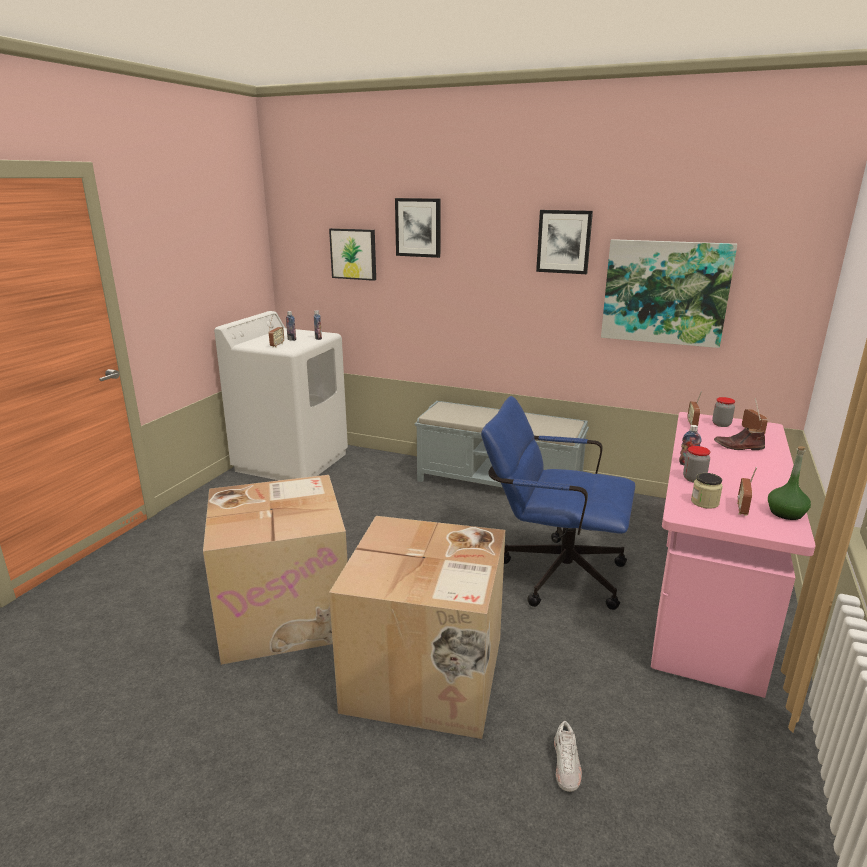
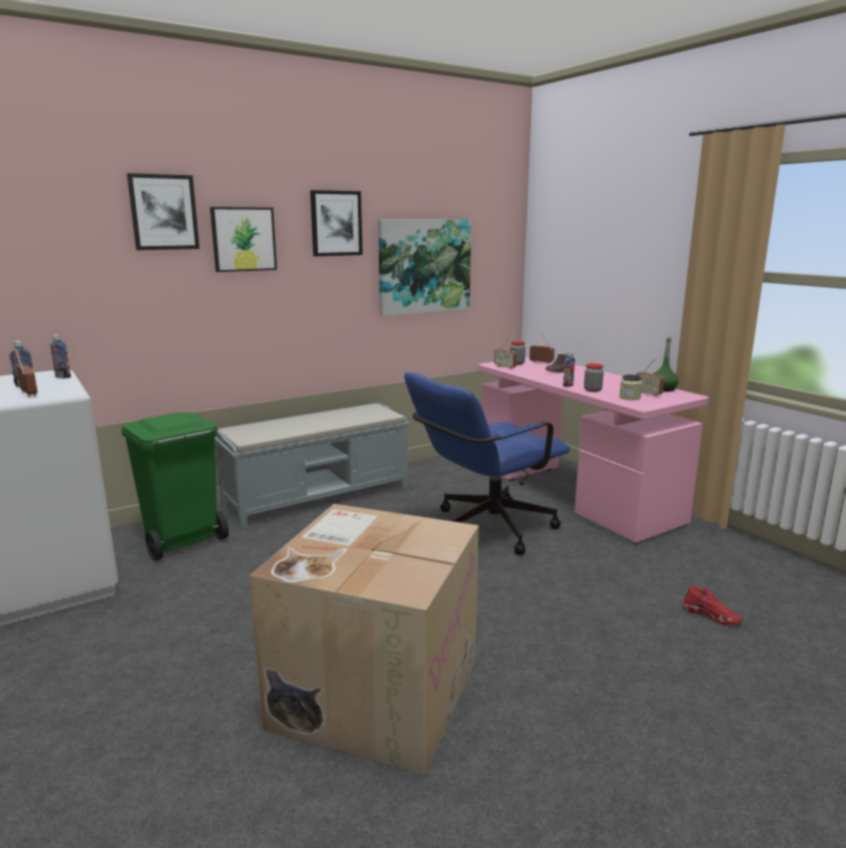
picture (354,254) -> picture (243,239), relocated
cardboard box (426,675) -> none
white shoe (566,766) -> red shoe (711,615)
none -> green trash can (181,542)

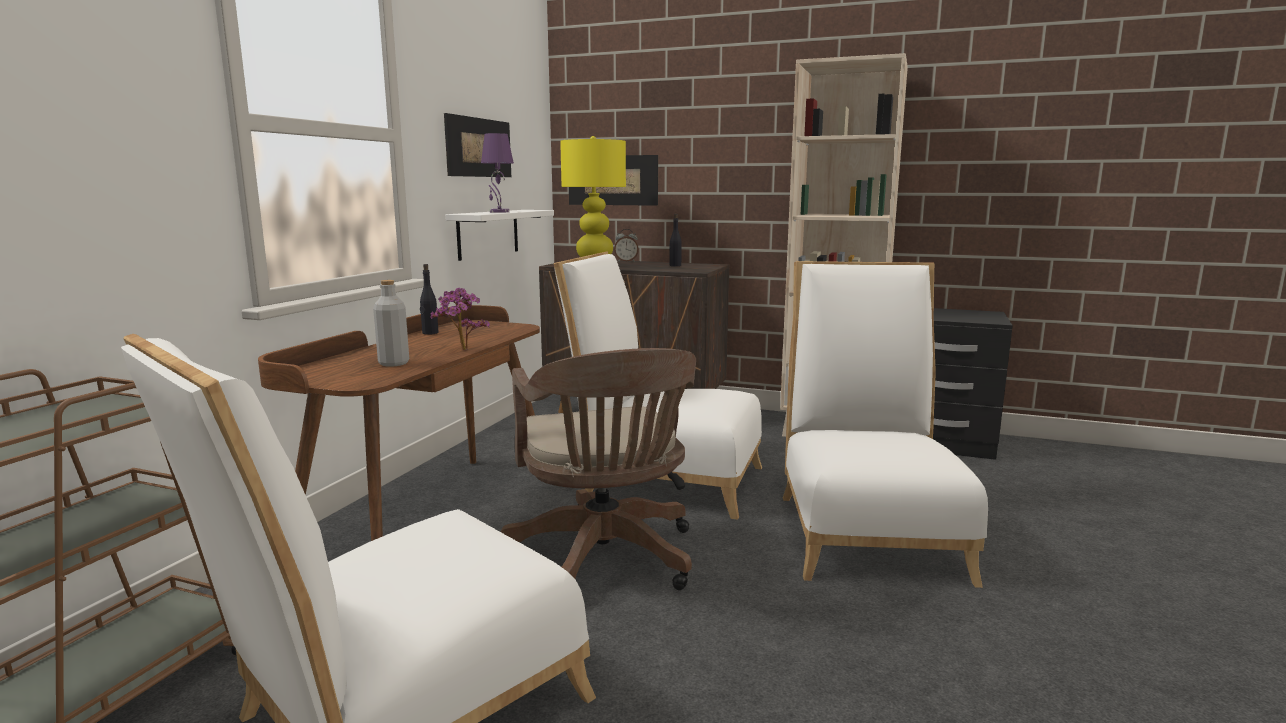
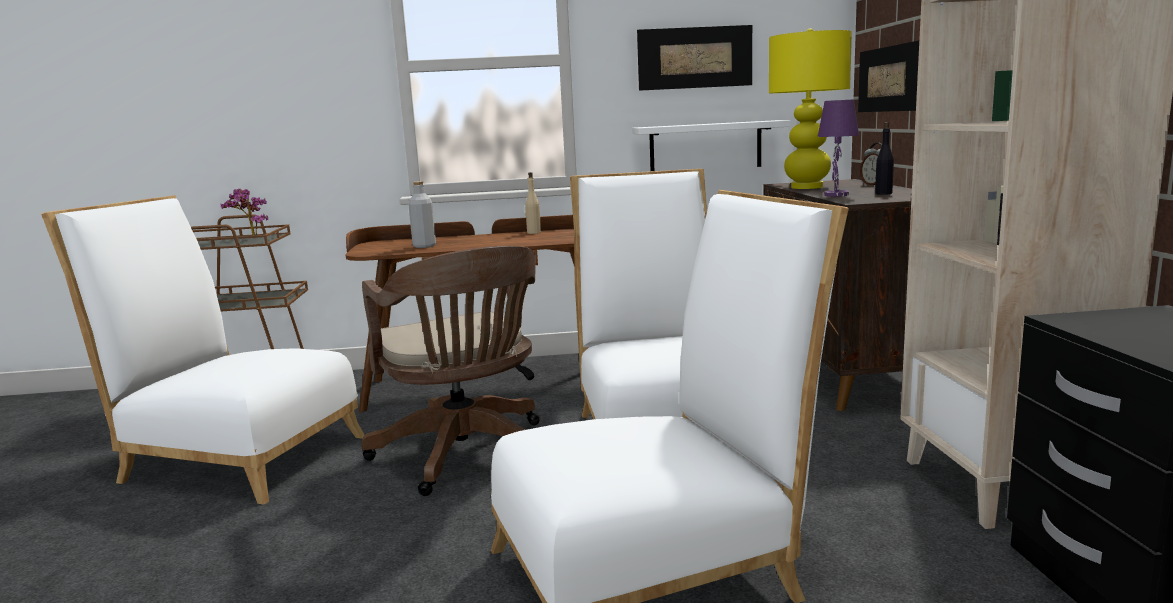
purple table lamp (498,212) -> purple table lamp (835,195), relocated
black bottle (430,333) -> beige bottle (533,233)
potted plant (461,351) -> potted plant (251,238), relocated
brown office chair (606,561) -> brown office chair (466,455), 75 degrees counterclockwise

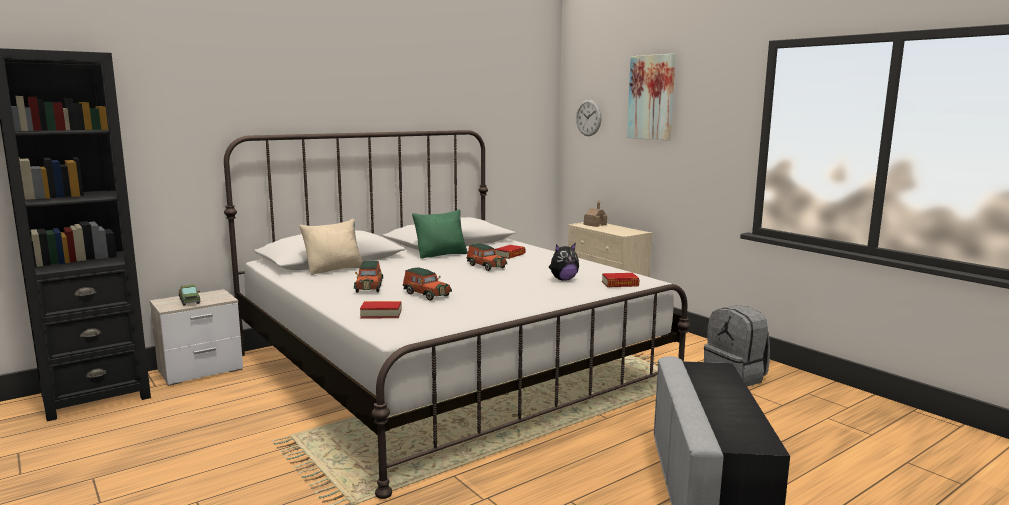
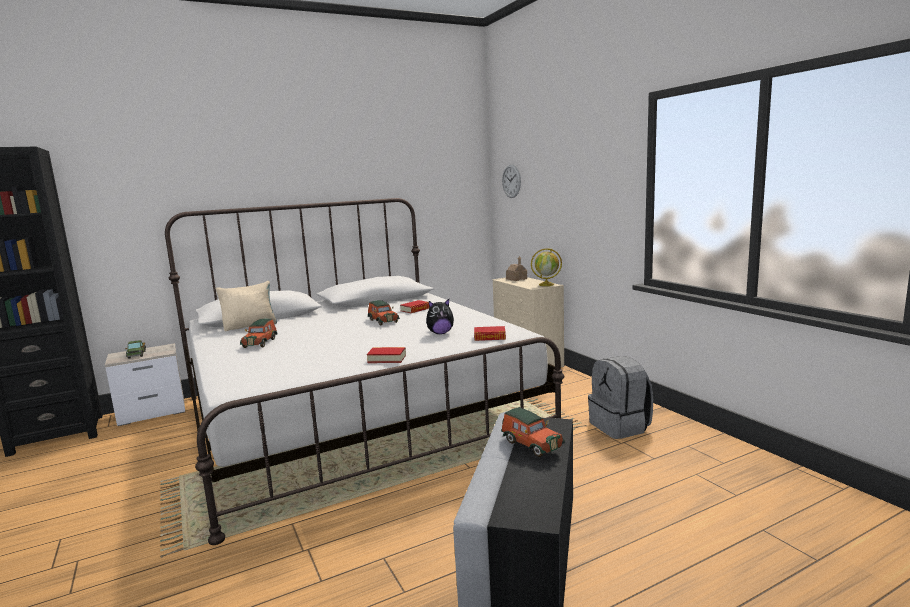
picture (651,97) -> none
green pillow (441,255) -> none
toy car (425,294) -> toy car (530,443), relocated
book (381,314) -> book (387,359), relocated
none -> globe (547,284)

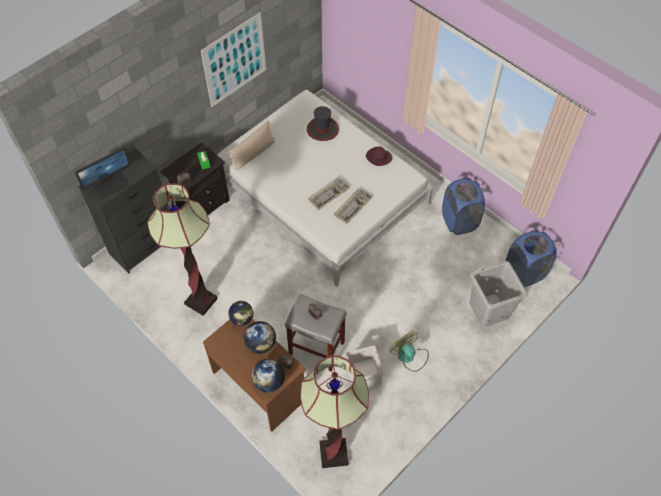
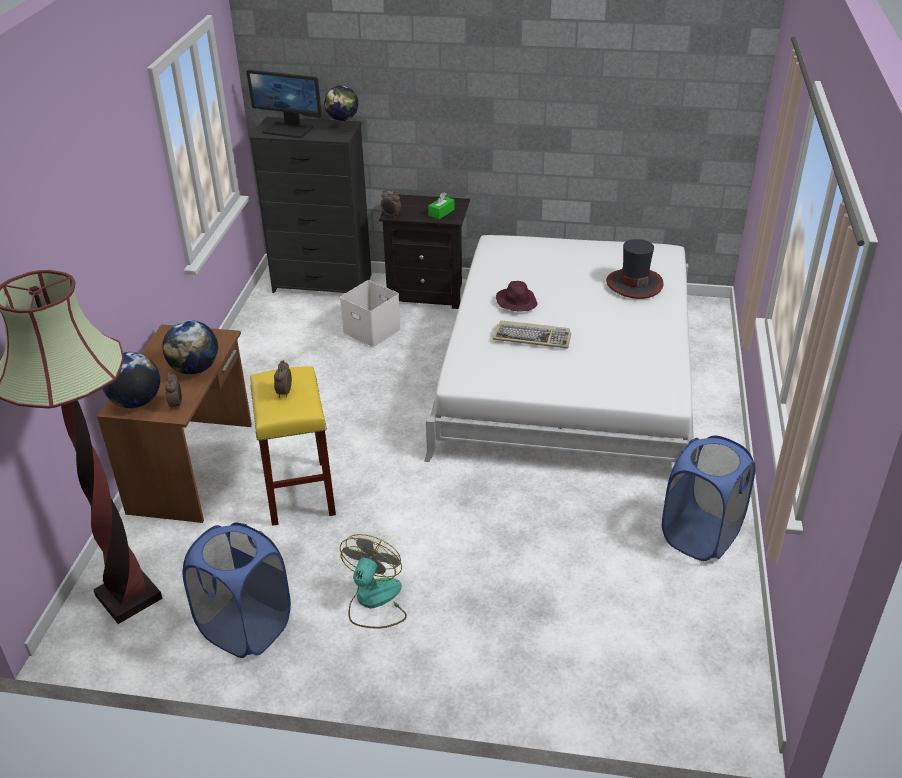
picture (235,60) -> none
beige pillow (254,153) -> none
purple hat (378,157) -> purple hat (516,302), relocated
floor lamp (201,301) -> none
keyboard (352,206) -> none
blue laundry basket (524,272) -> blue laundry basket (245,628), relocated
grey laundry basket (489,310) -> none
grey stool (317,348) -> yellow stool (300,493)
globe (242,322) -> globe (343,128), relocated
white storage box (364,373) -> white storage box (373,331), relocated

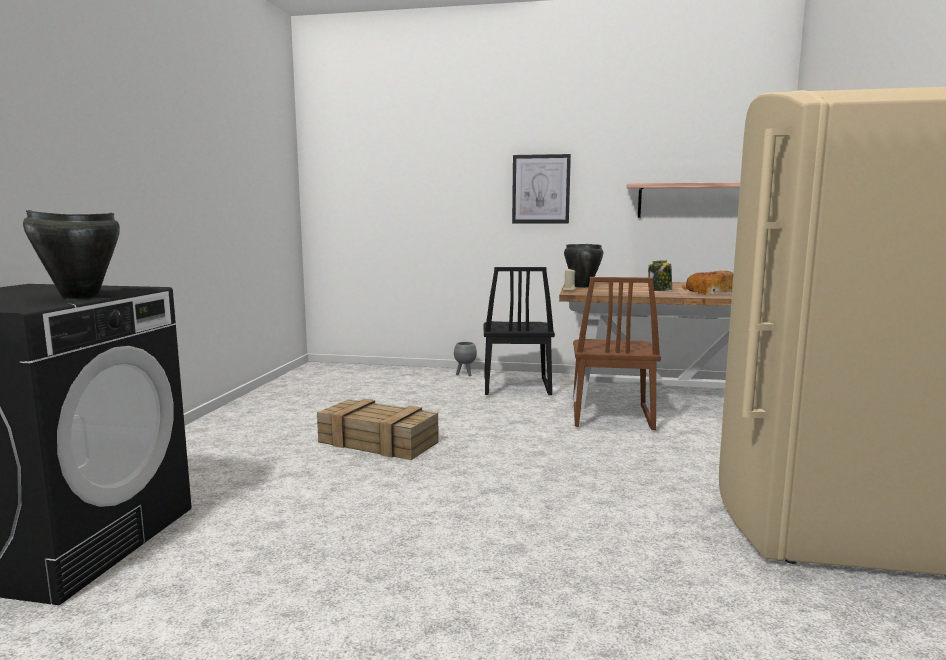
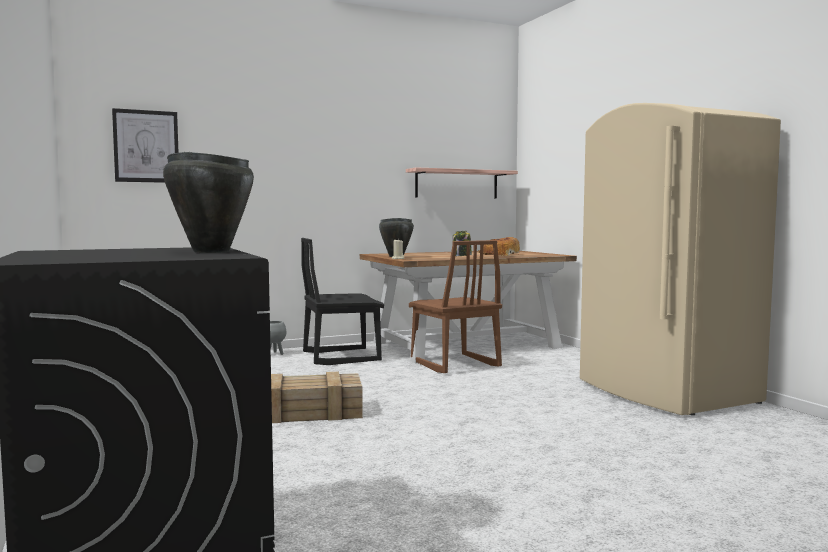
picture (541,189) -> picture (146,146), relocated
black chair (515,387) -> black chair (341,357), 105 degrees clockwise

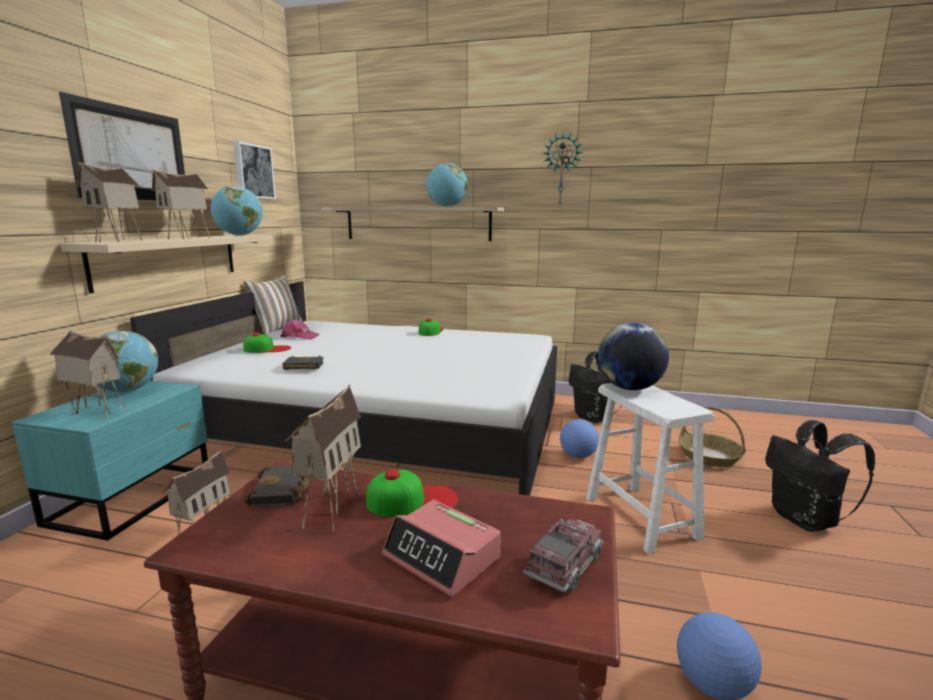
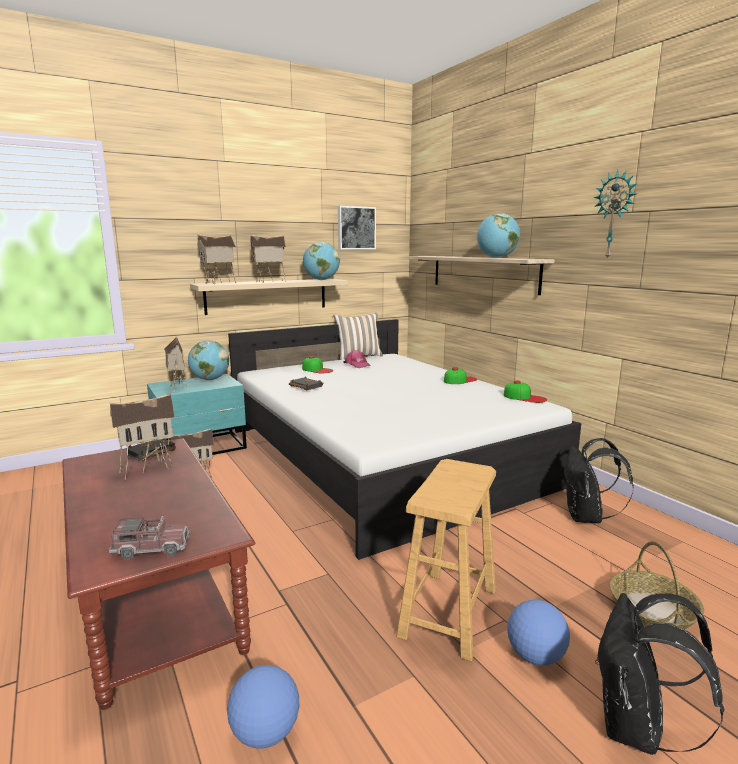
picture (131,154) -> none
globe (629,388) -> none
white stool (641,517) -> brown stool (449,612)
football (578,456) -> football (535,657), relocated
cap (412,501) -> cap (524,397), relocated
alarm clock (442,557) -> none

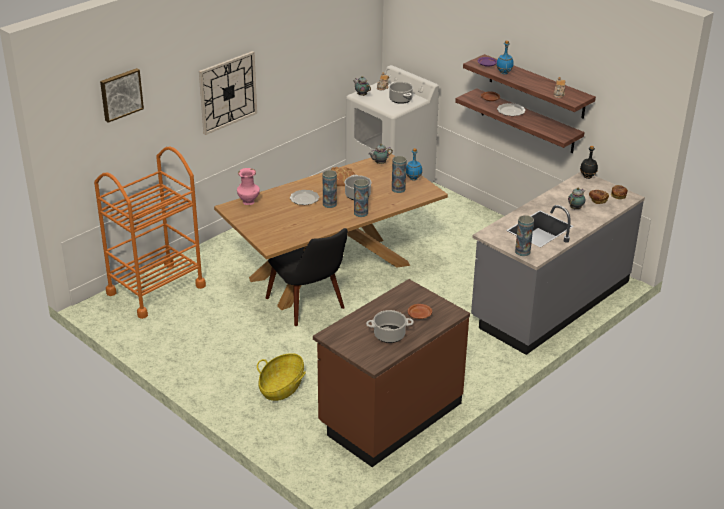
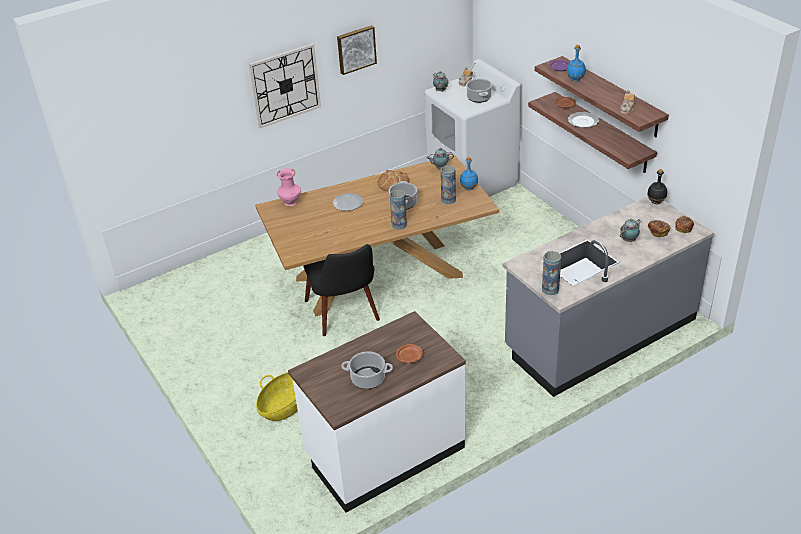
picture (120,94) -> picture (356,49), relocated
orange cart (156,289) -> none
vase (329,204) -> none
brown counter (389,415) -> white counter (384,452)

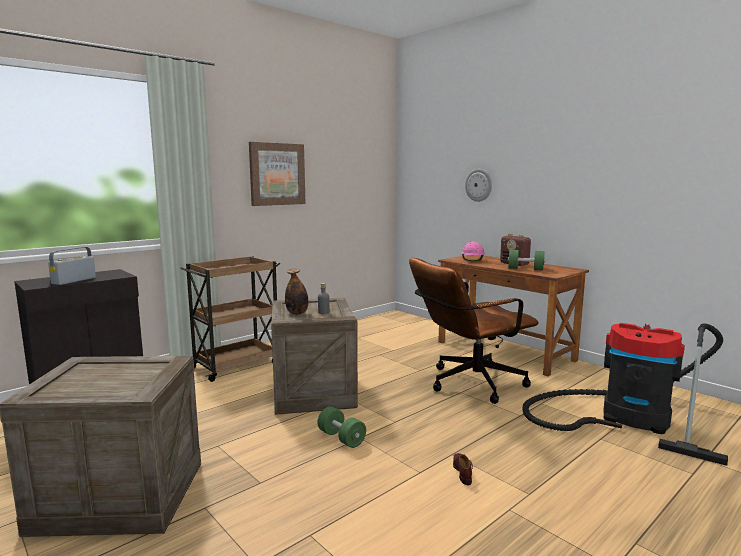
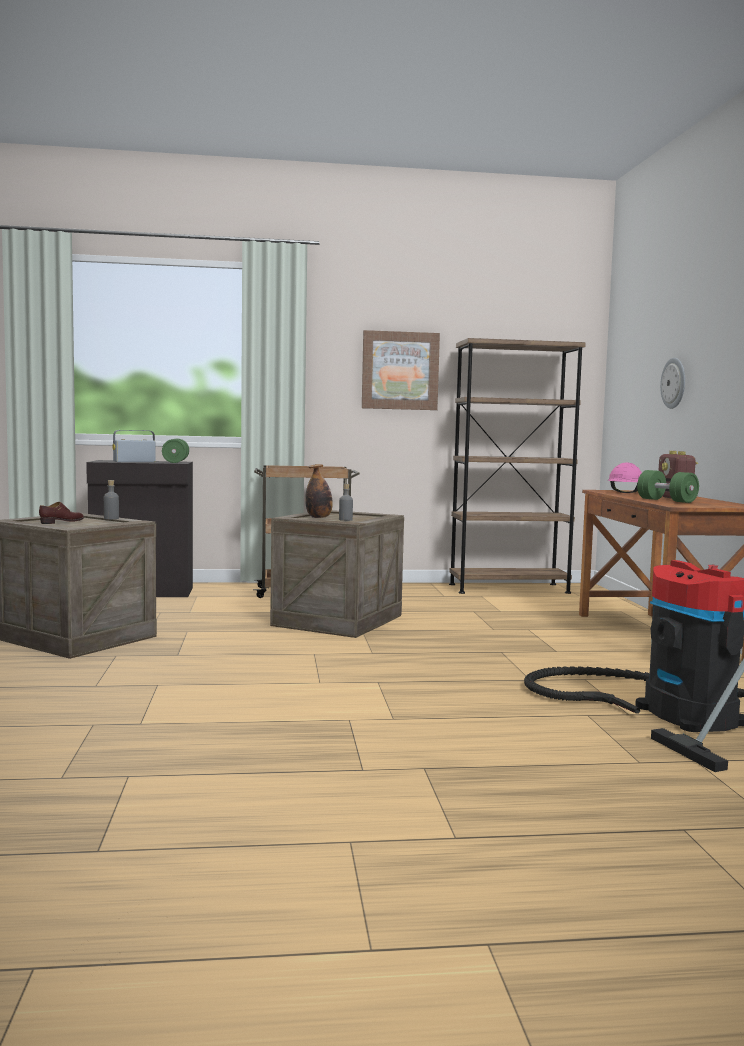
brown office chair (468,384) -> none
green dumbbell (341,438) -> green dumbbell (175,462), relocated
brown shoe (462,471) -> brown shoe (62,522), relocated
none -> brown bookcase (509,588)
none -> grey bottle (111,518)

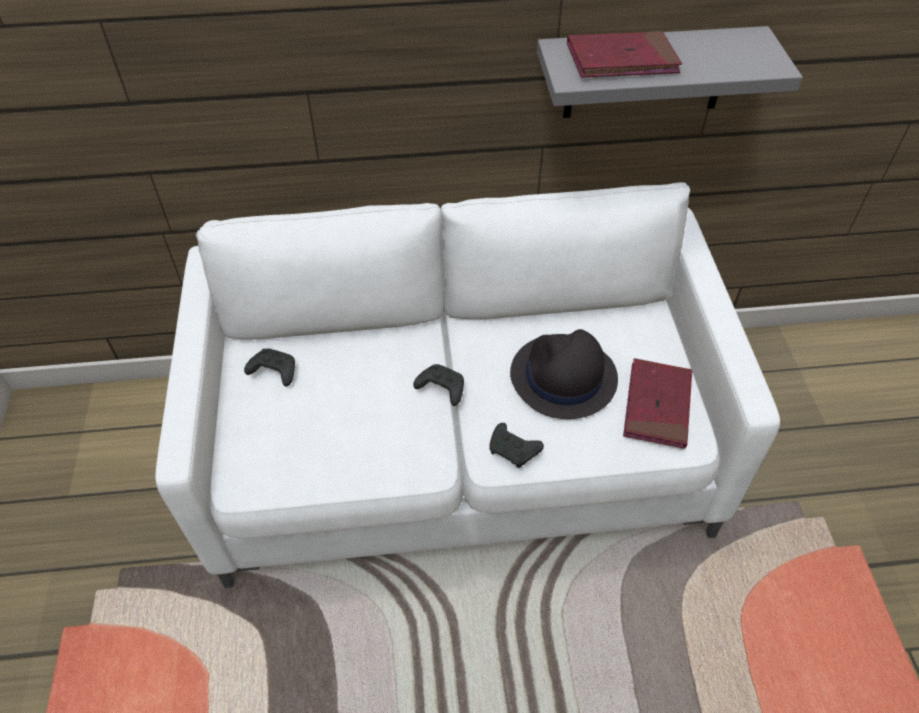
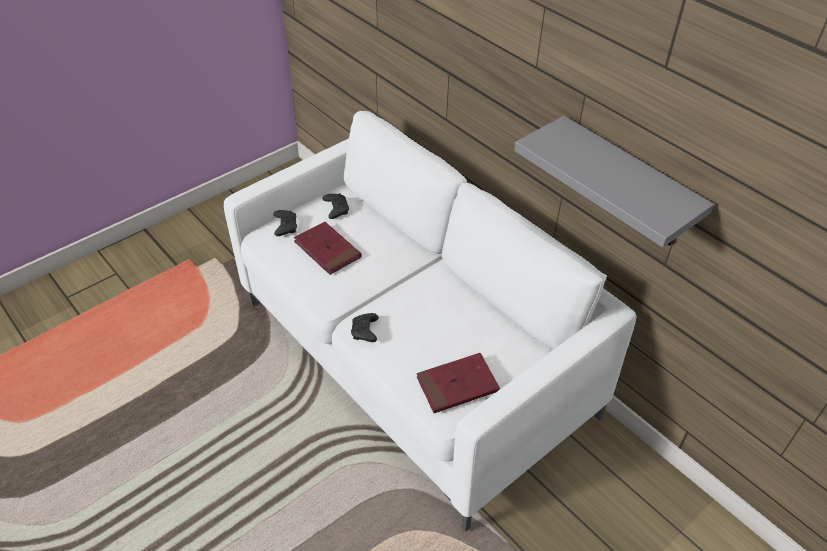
red book (621,60) -> red book (327,250), relocated
black hat (563,377) -> none
black game controller (440,388) -> black game controller (285,226), relocated

